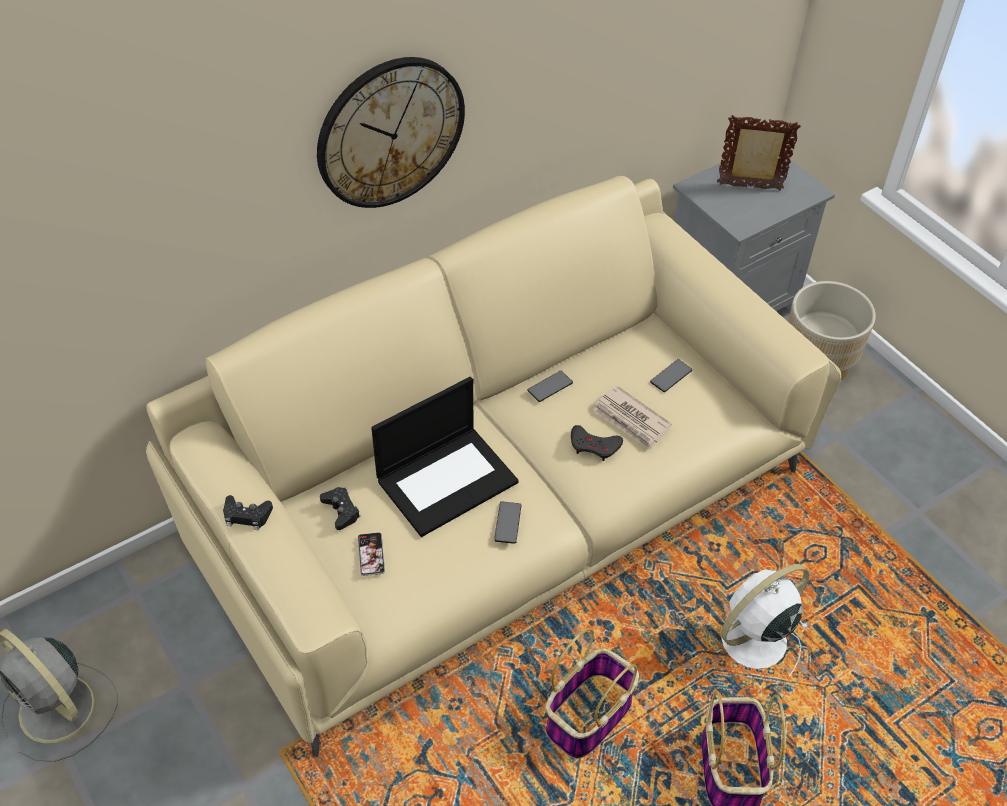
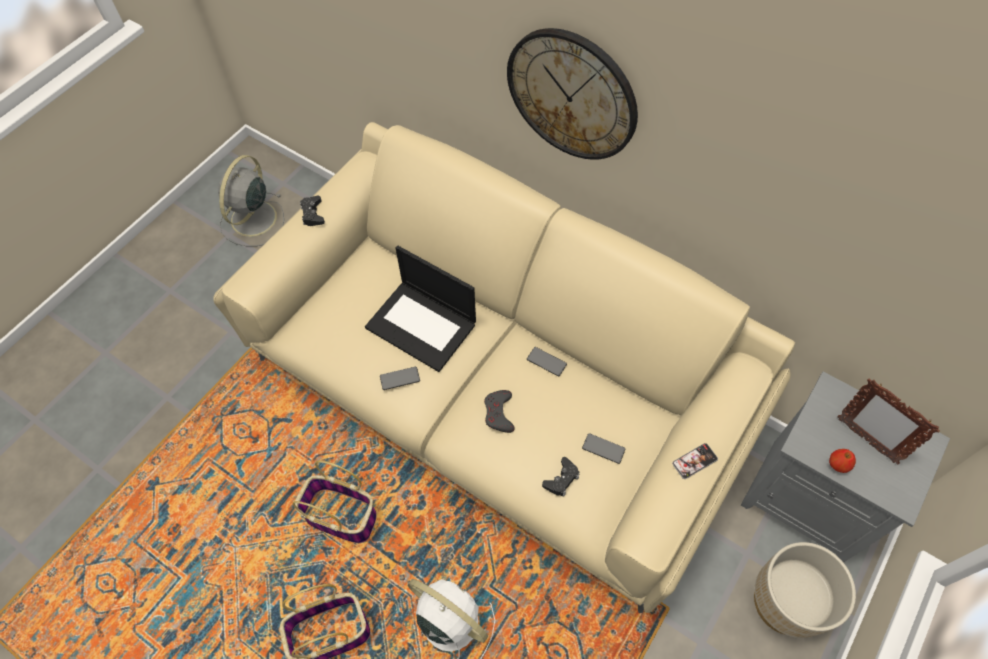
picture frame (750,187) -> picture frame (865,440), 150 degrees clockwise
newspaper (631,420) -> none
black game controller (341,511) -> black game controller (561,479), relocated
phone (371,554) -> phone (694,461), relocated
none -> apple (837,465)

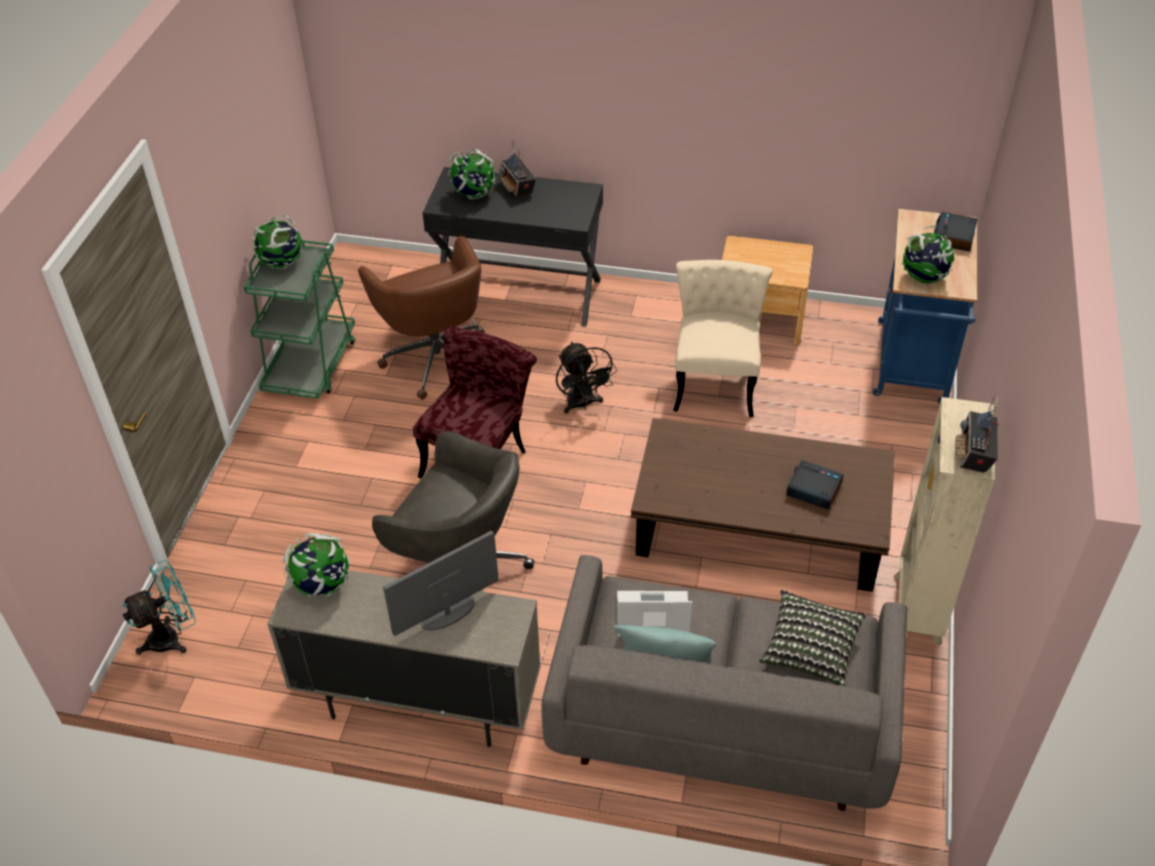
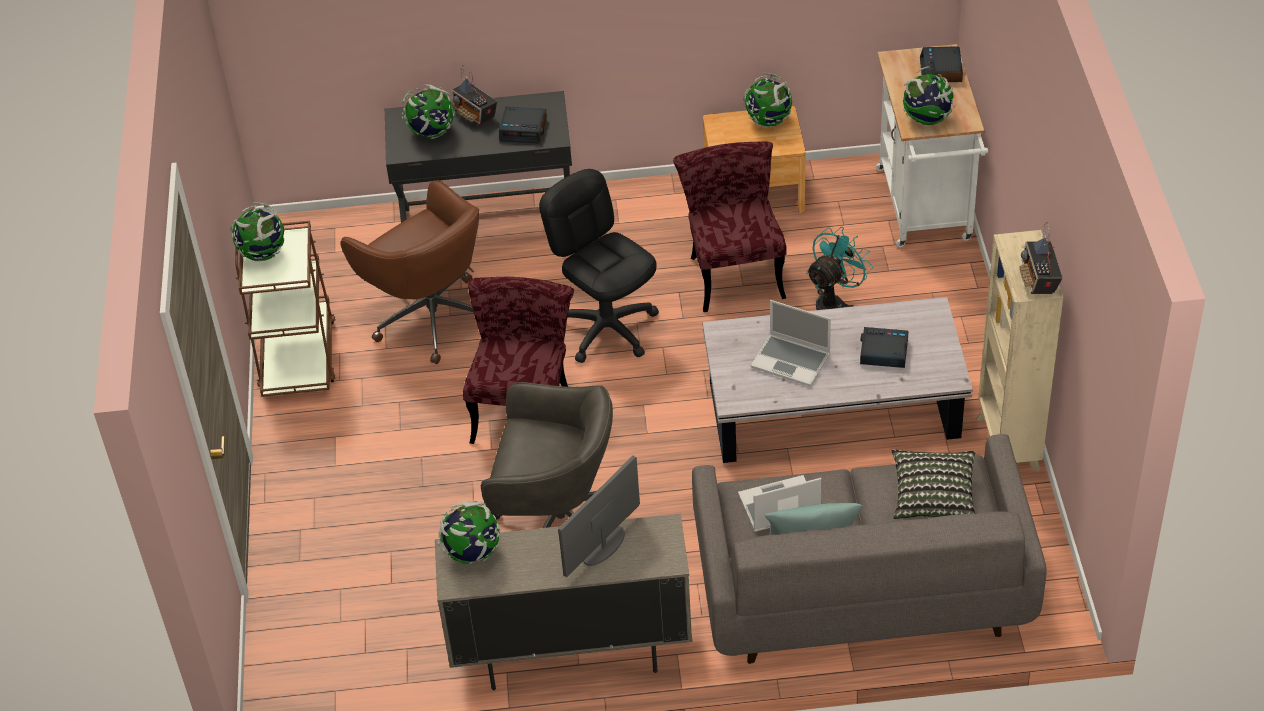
blue cart (911,368) -> white cart (925,210)
green cart (311,365) -> brown cart (298,357)
beige chair (715,380) -> red chair (734,270)
black fan (582,404) -> black office chair (607,328)
brown coffee table (757,533) -> white coffee table (832,411)
turquoise fan (172,637) -> turquoise fan (834,303), relocated
none -> globe (768,121)
none -> alarm clock (524,129)
none -> laptop (792,361)

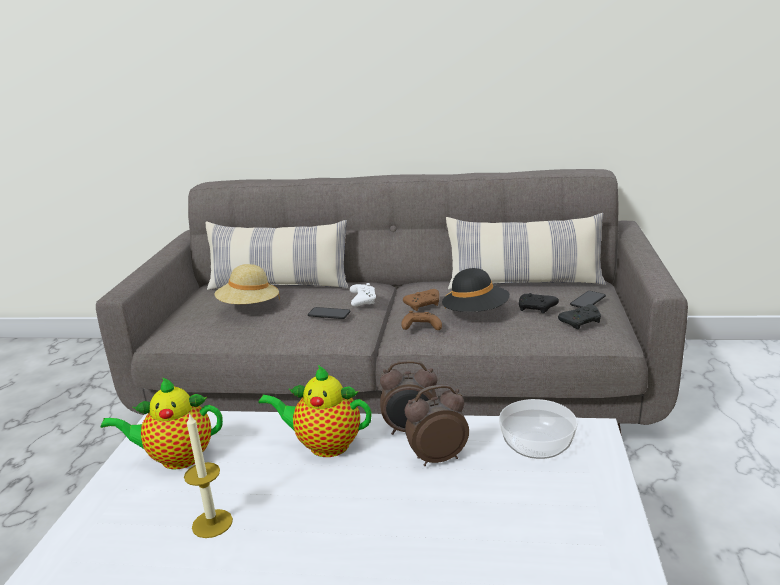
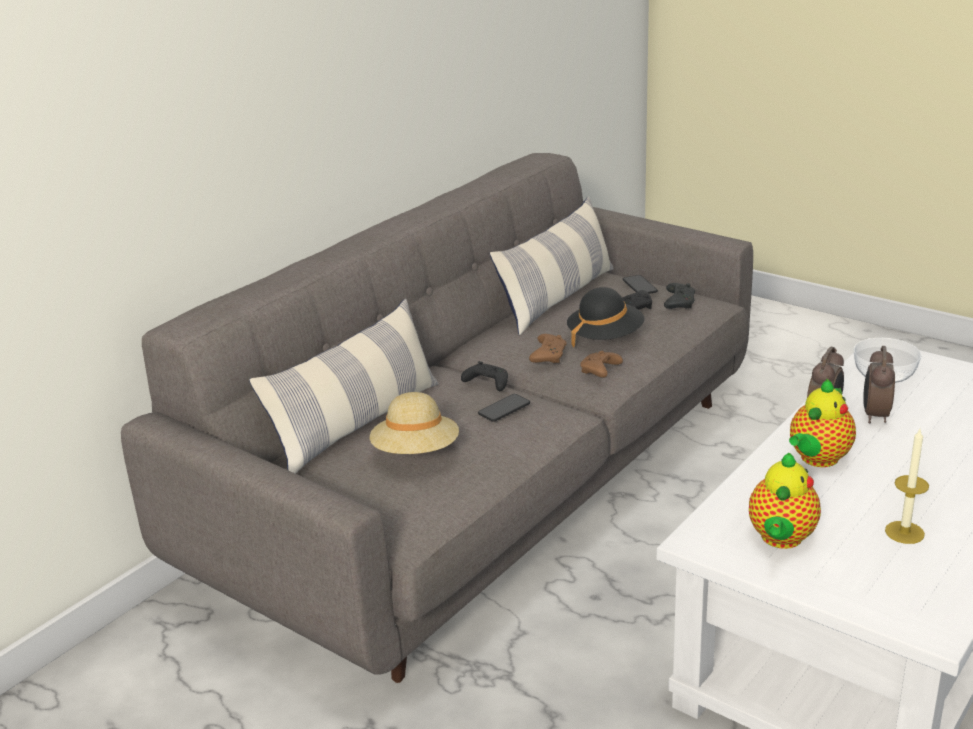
white game controller (362,300) -> black game controller (486,384)

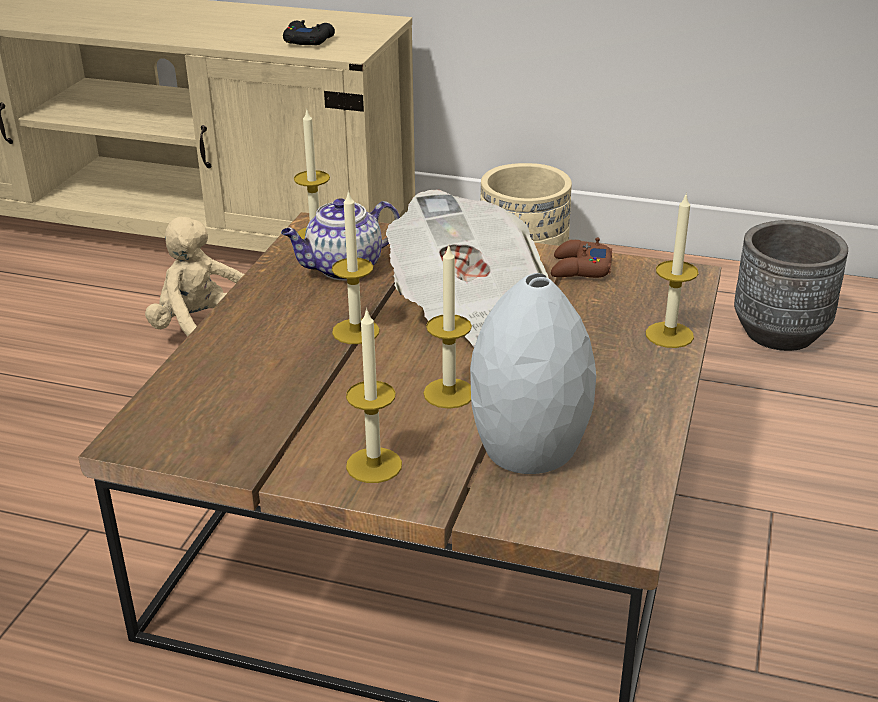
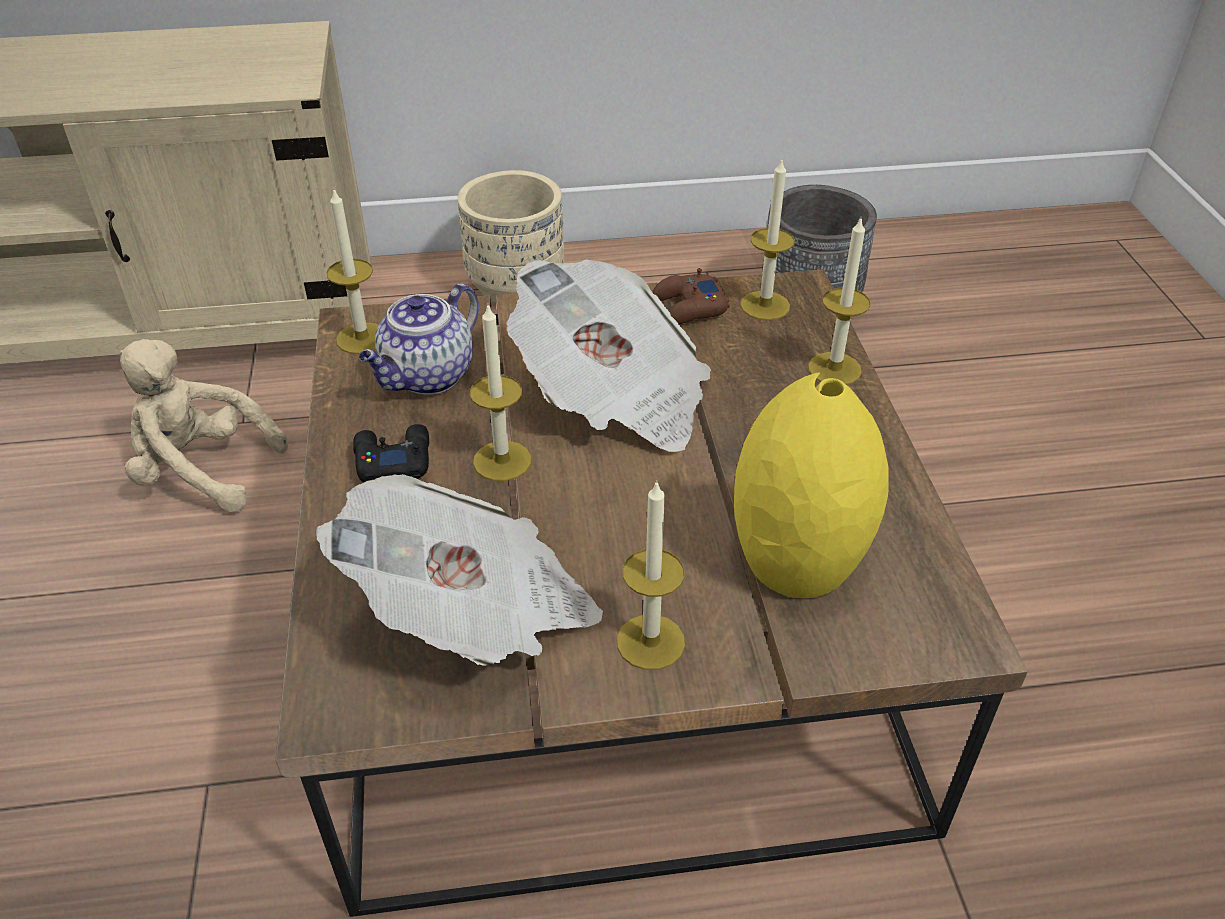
black game controller (308,40) -> black game controller (393,461), relocated
candle (449,393) -> candle (765,305), relocated
grey vase (526,448) -> yellow vase (795,561)
none -> newspaper (474,612)

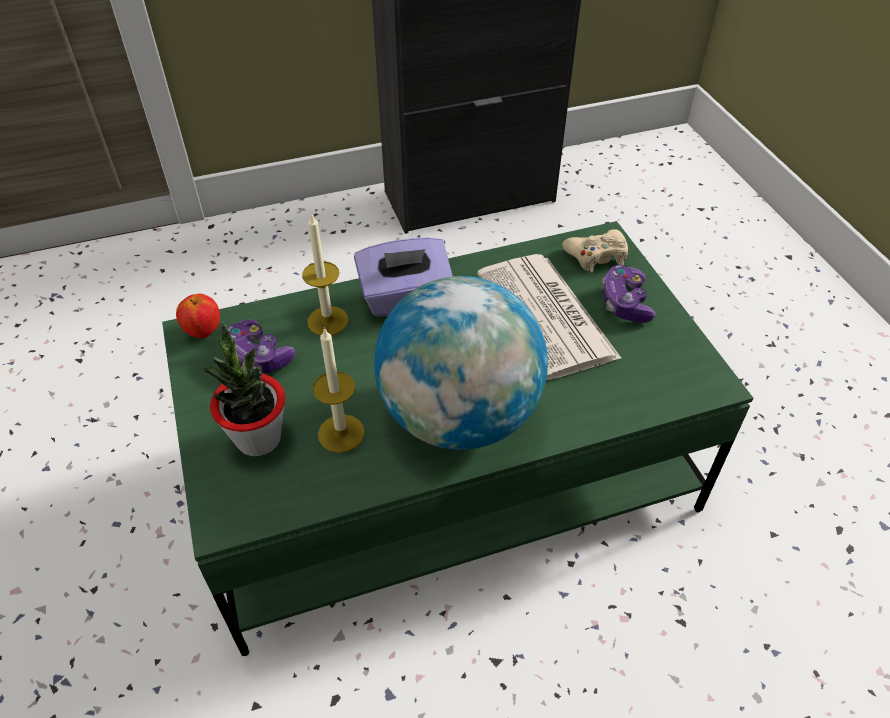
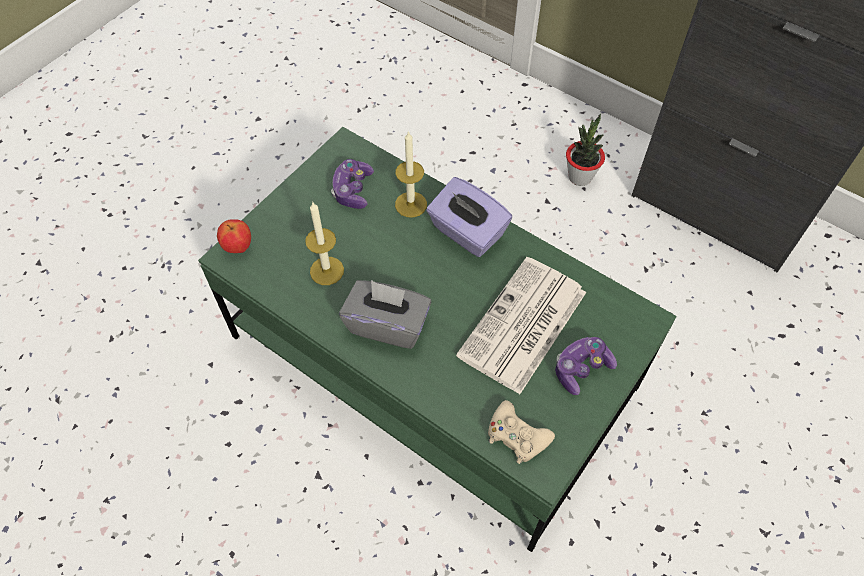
beige game controller (597,256) -> beige game controller (517,436), relocated
globe (459,416) -> grey tissue box (388,325)
apple (204,332) -> apple (238,247), relocated
potted plant (258,438) -> potted plant (580,177), relocated

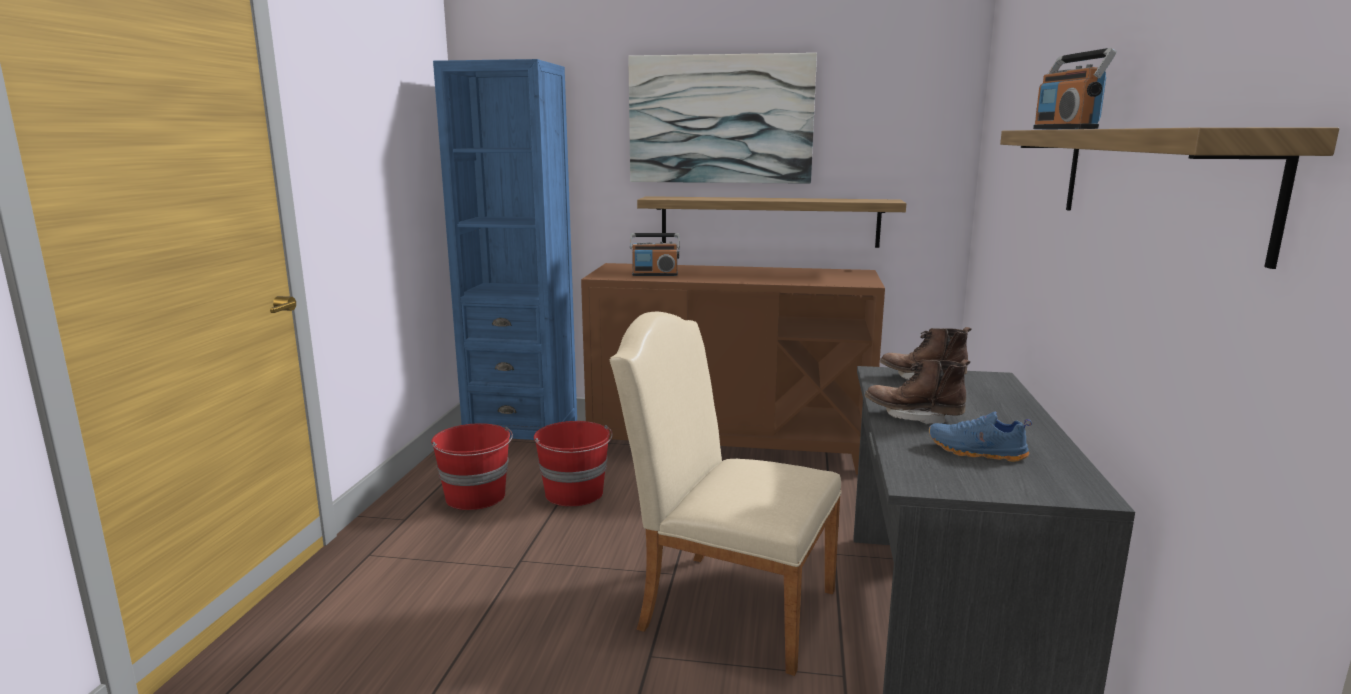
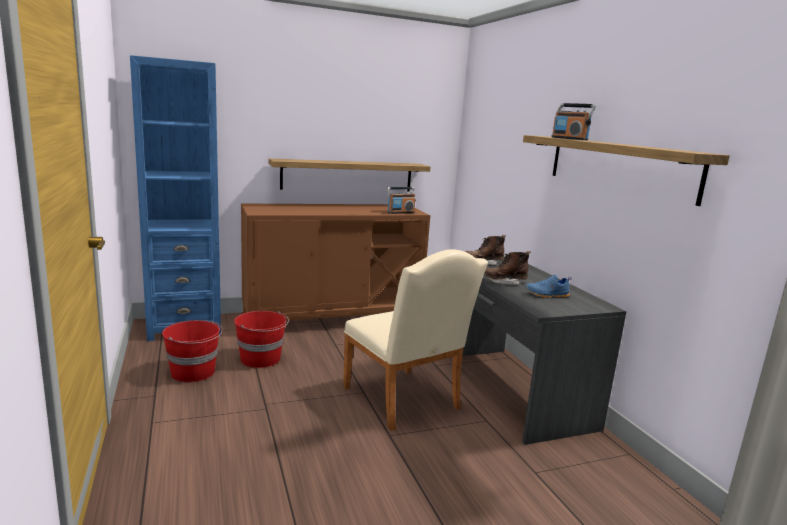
picture (720,119) -> none
radio (655,274) -> radio (400,212), relocated
beige chair (726,604) -> beige chair (405,401), 120 degrees counterclockwise

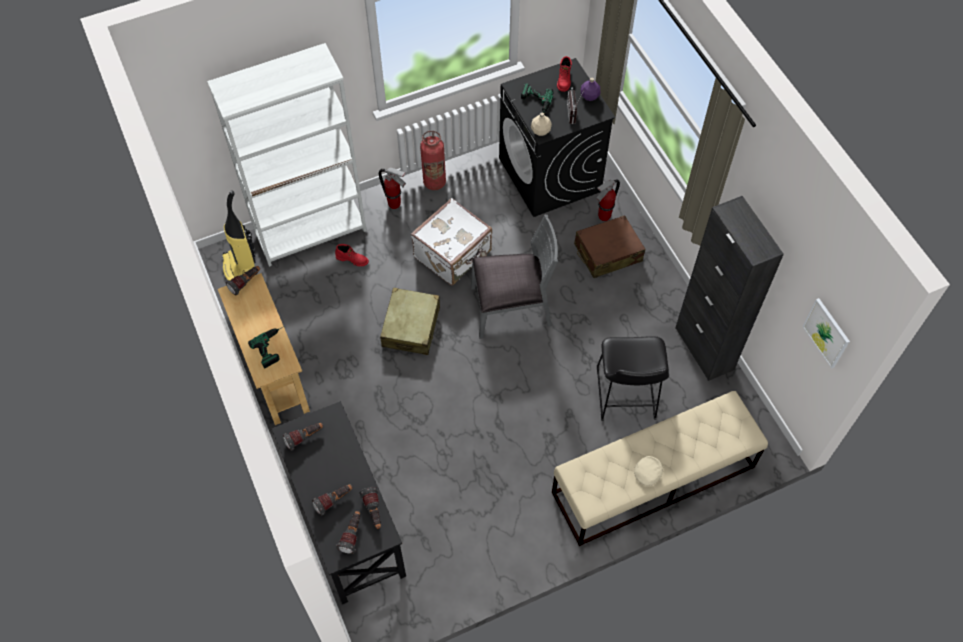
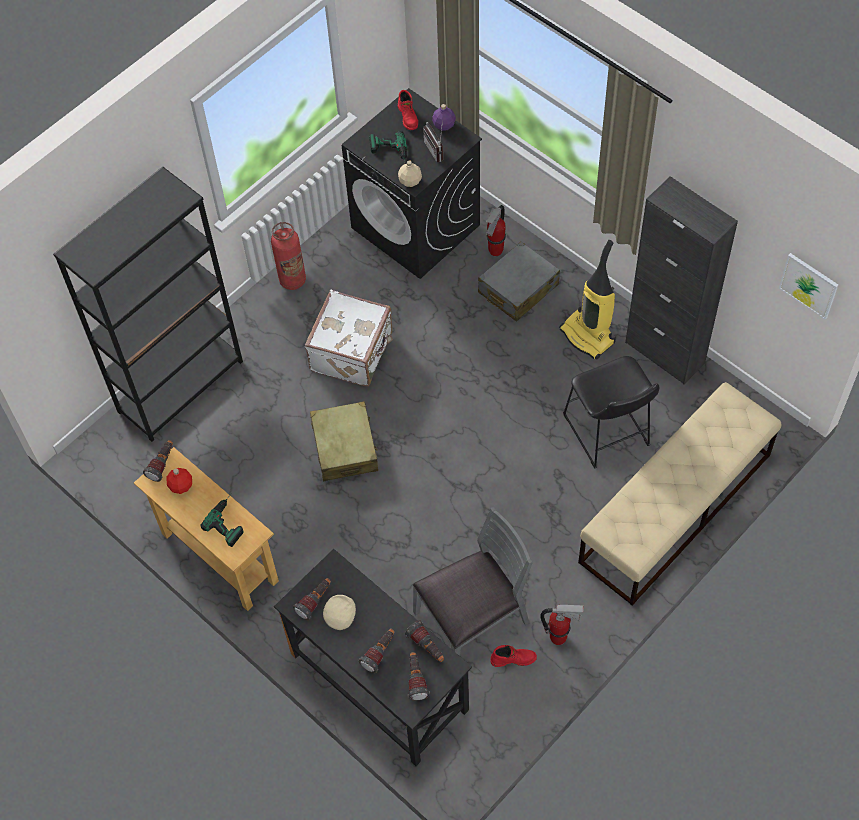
white bookcase (311,232) -> black bookcase (181,386)
fire extinguisher (395,204) -> fire extinguisher (559,638), relocated
vacuum cleaner (241,269) -> vacuum cleaner (588,336), relocated
grey chair (511,307) -> grey chair (473,619), relocated
brown suitcase (607,253) -> grey suitcase (518,289)
red boot (352,259) -> red boot (513,658), relocated
beige cap (648,472) -> beige cap (340,614), relocated
none -> red bottle (181,486)

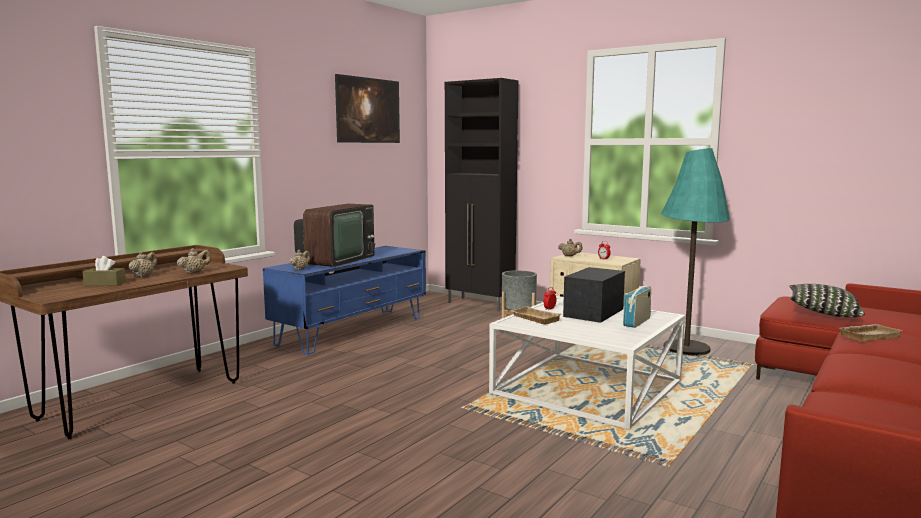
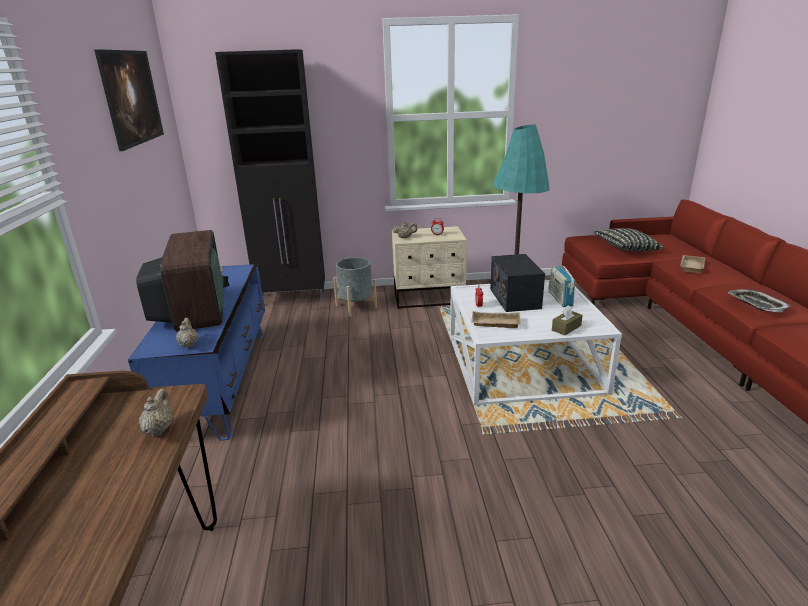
beige teapot (143,276) -> none
brown tissue box (105,284) -> brown tissue box (566,328), relocated
none -> tray (756,304)

